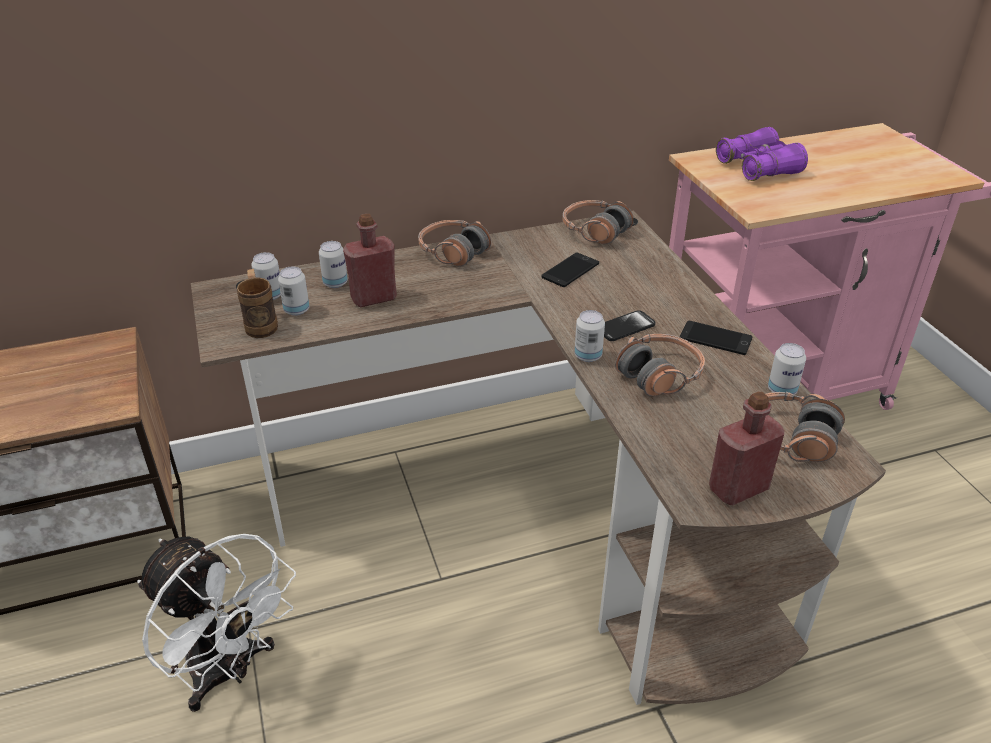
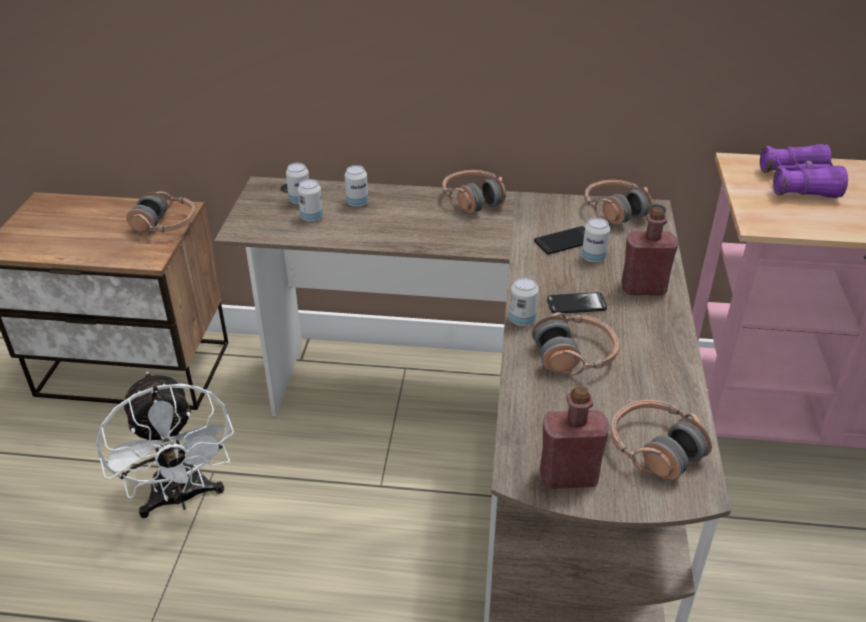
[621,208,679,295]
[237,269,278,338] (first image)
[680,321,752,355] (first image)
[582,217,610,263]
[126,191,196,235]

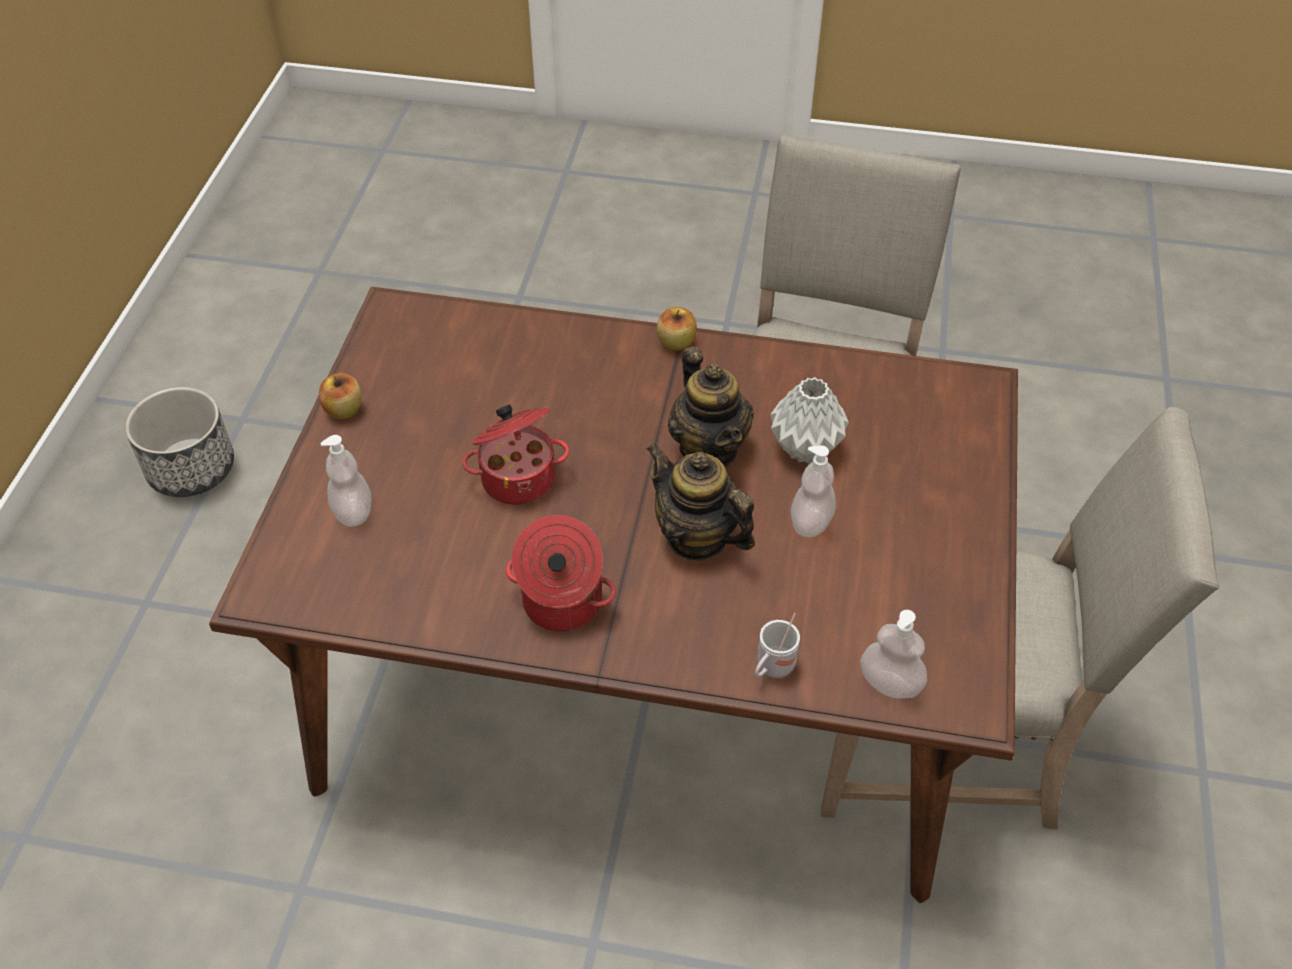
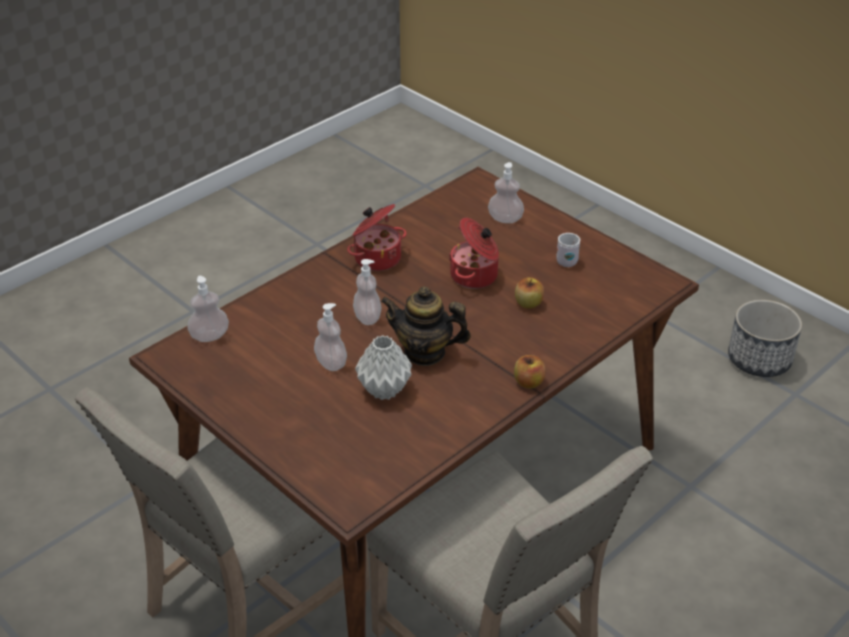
[515,277,544,309]
[353,259,382,325]
[556,233,580,267]

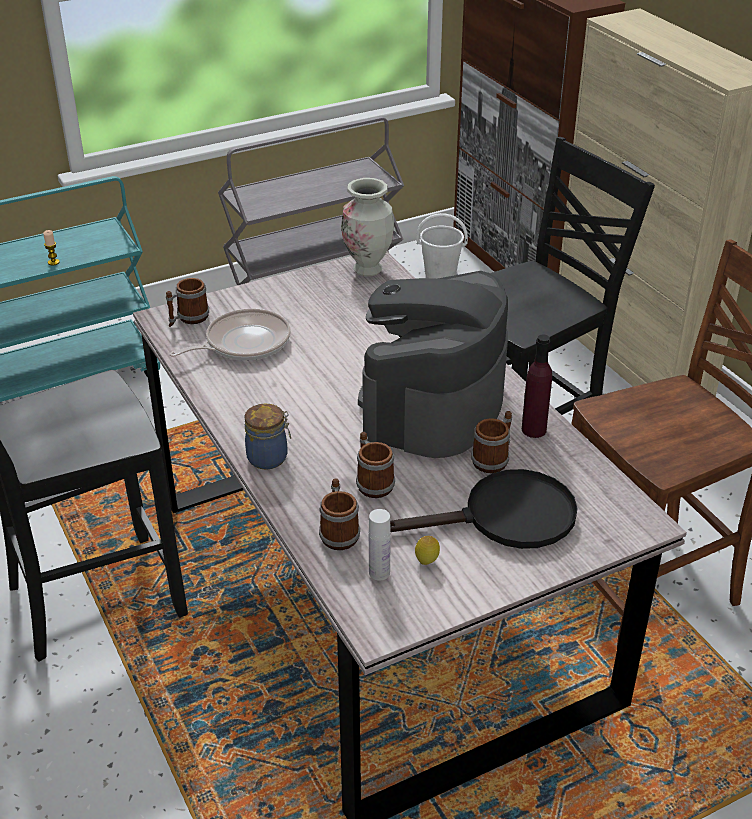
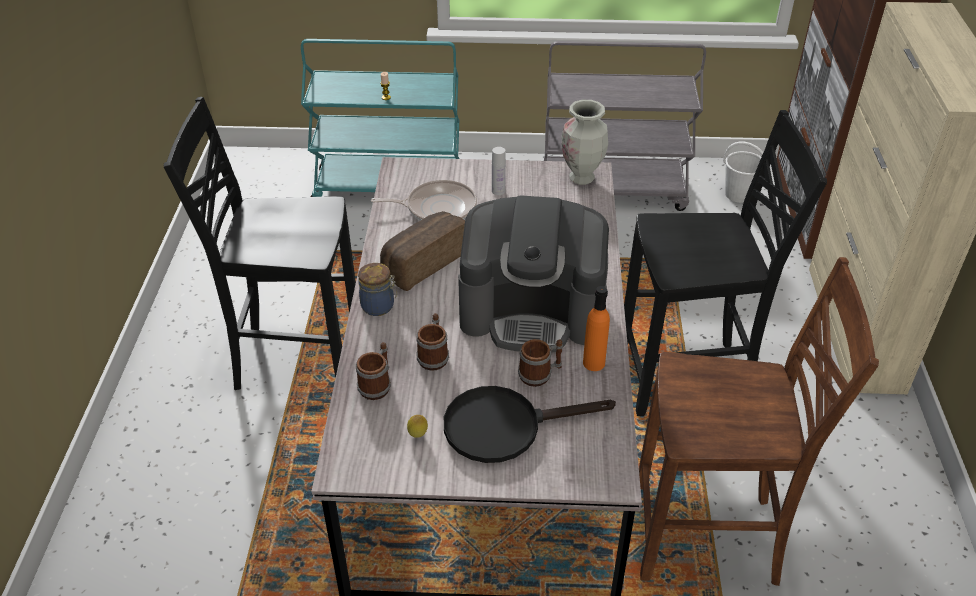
[458,195,609,353]
[166,278,209,327] (first image)
[583,286,610,371]
[444,386,616,463]
[492,147,506,195]
[380,211,465,291]

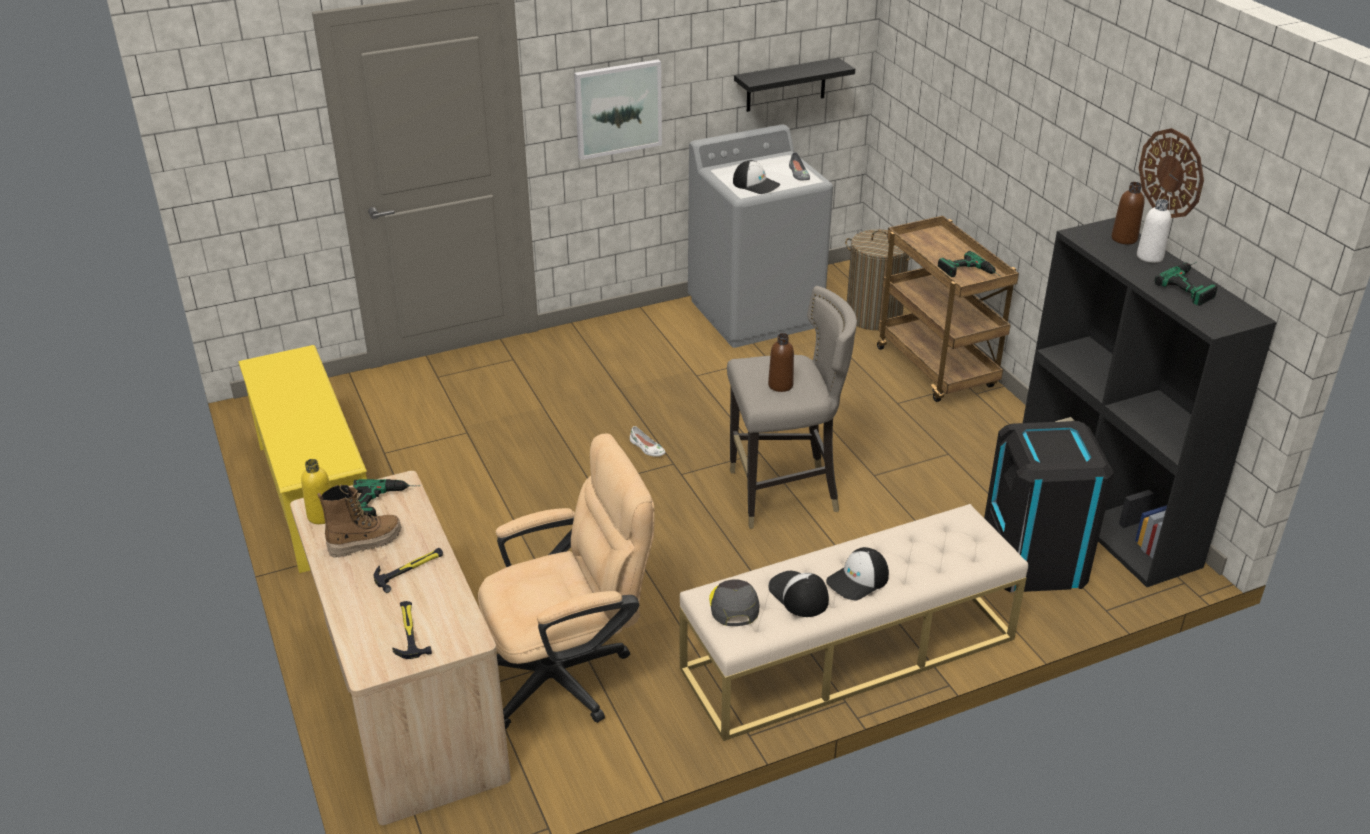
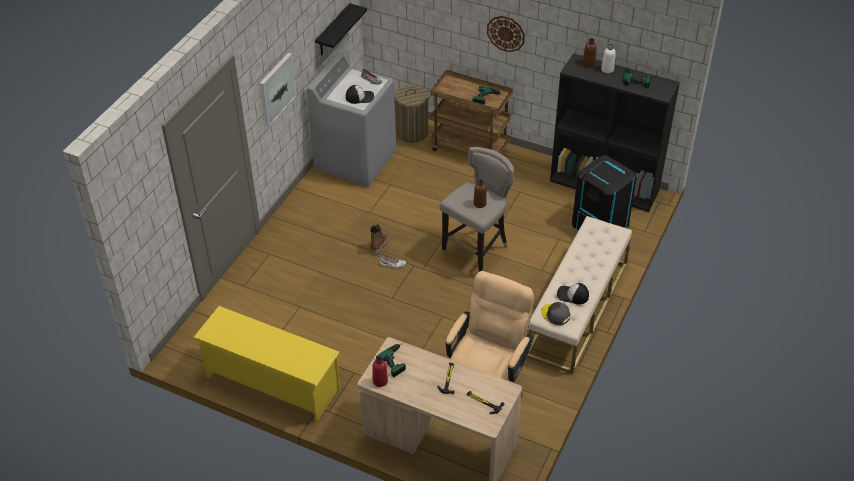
[487,16,525,52]
[372,356,388,387]
[370,225,389,256]
[826,547,889,601] (first image)

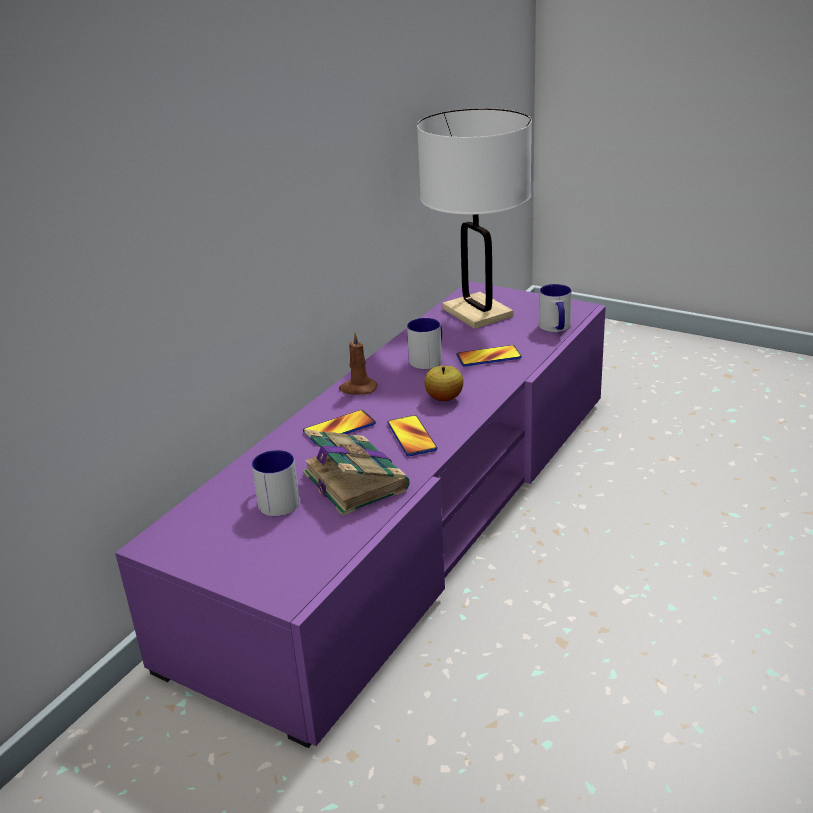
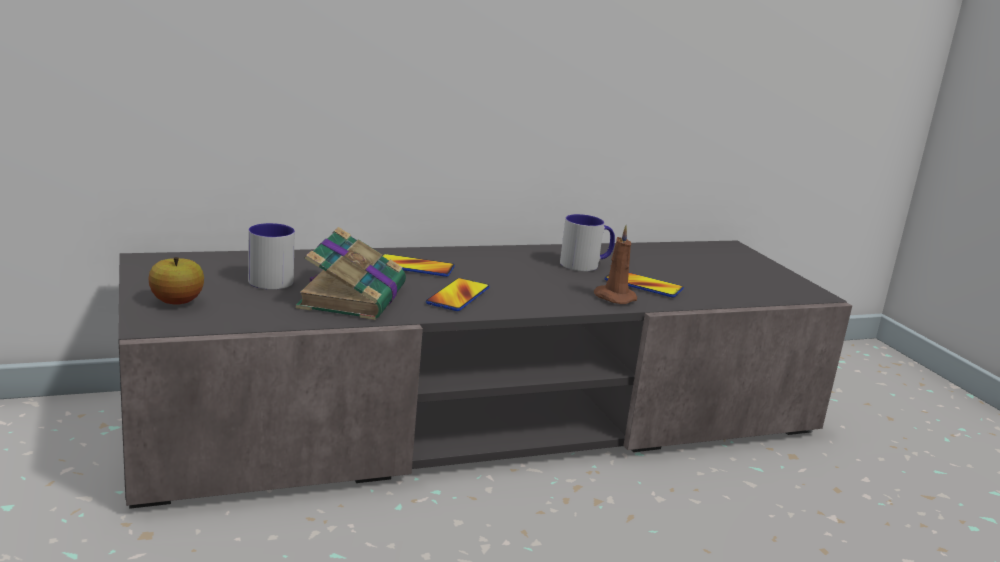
[417,108,532,329] (first image)
[118,241,852,509]
[539,284,572,332] (first image)
[594,225,637,304]
[148,257,204,305]

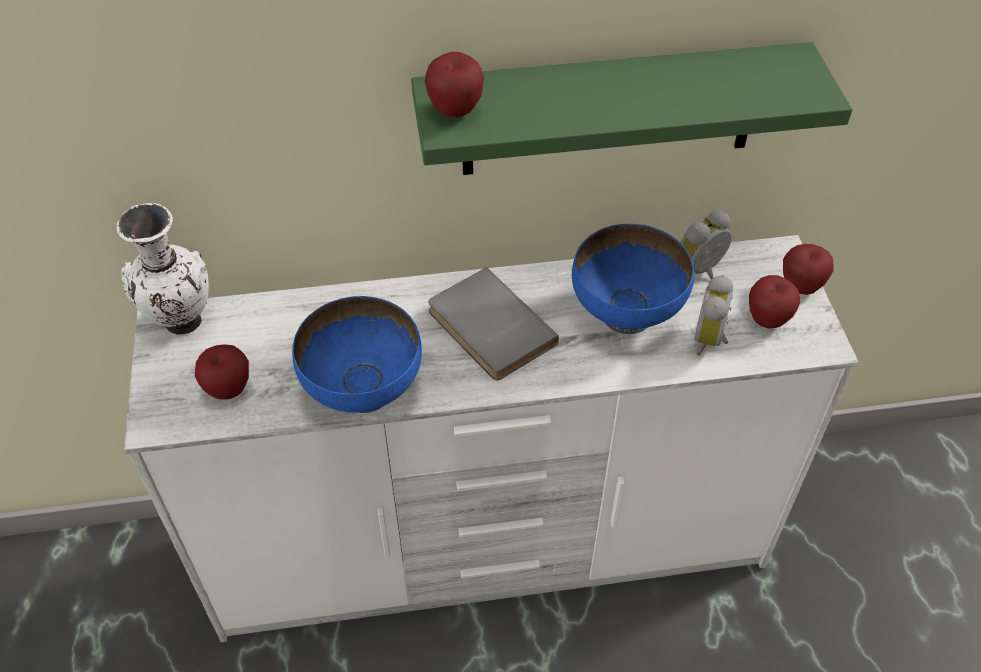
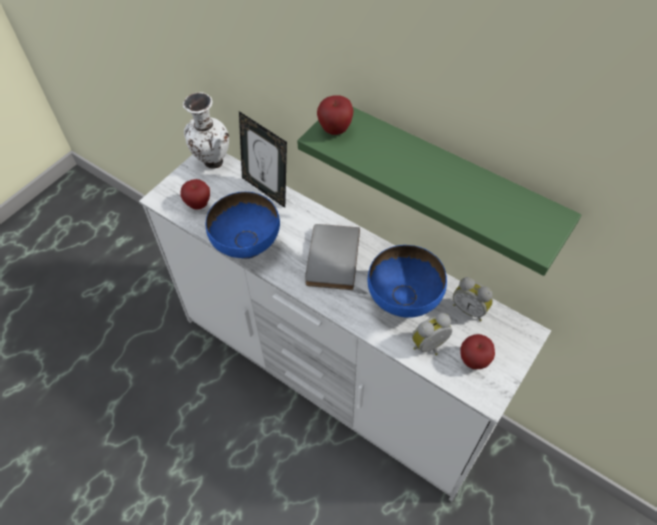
[453,277,493,321]
[783,244,834,295] (first image)
[239,111,287,208]

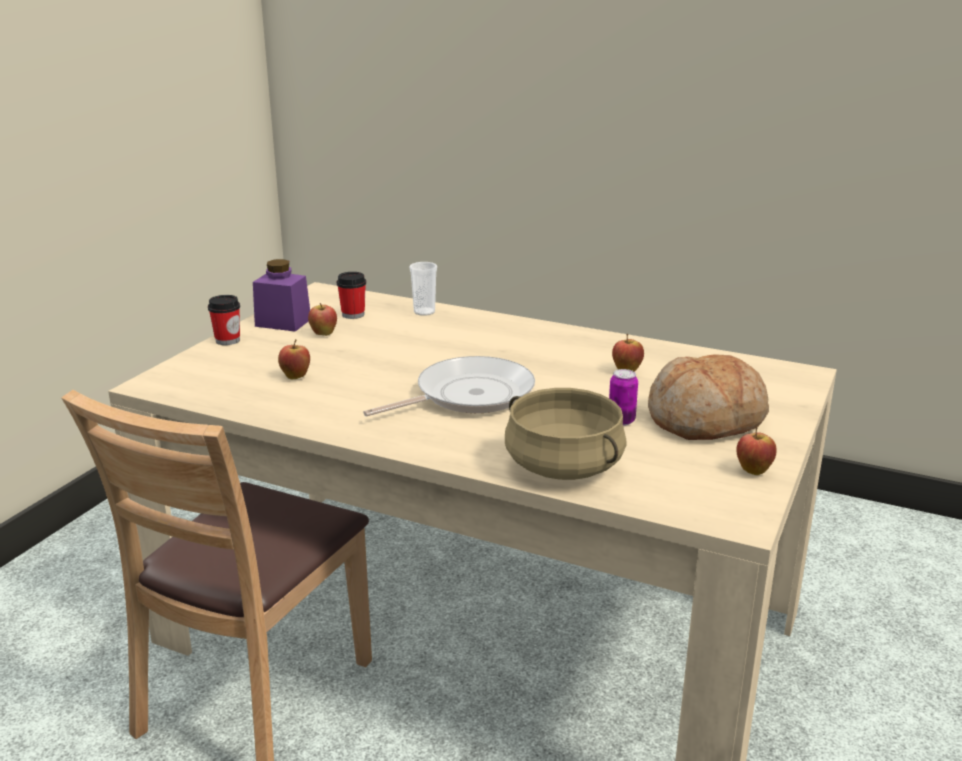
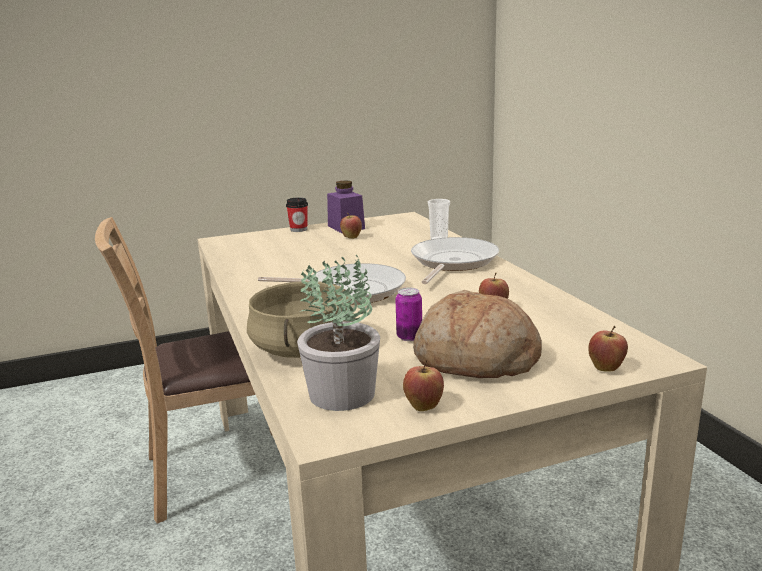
[337,272,366,319] (first image)
[588,326,628,371]
[411,237,499,284]
[297,255,380,411]

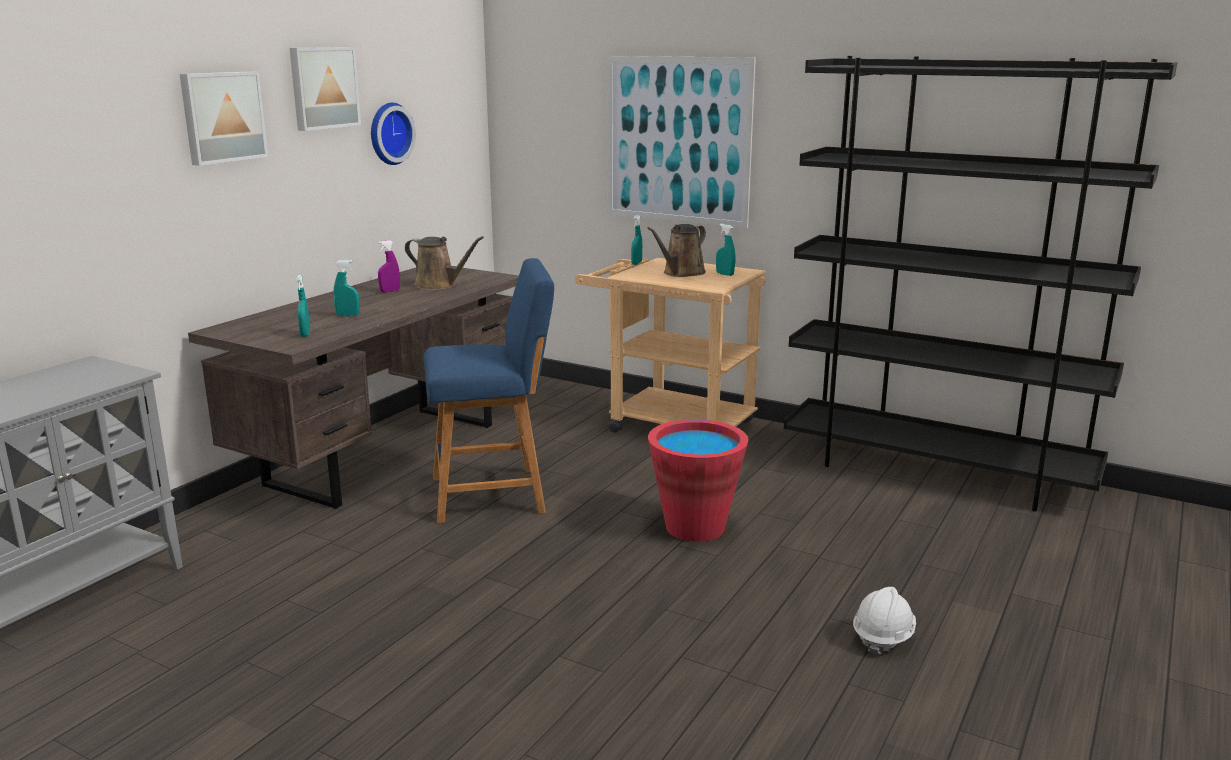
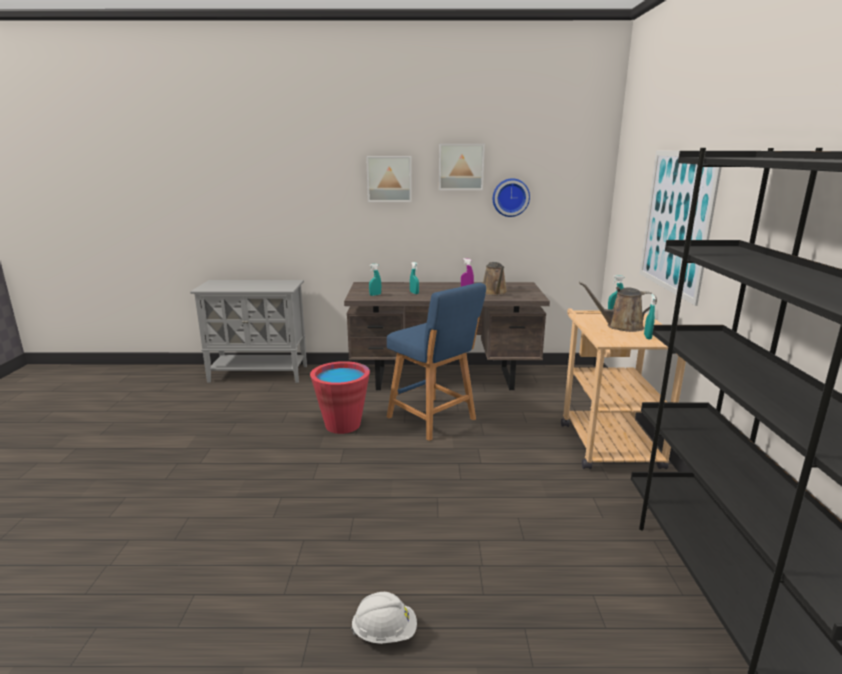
[310,361,370,434]

